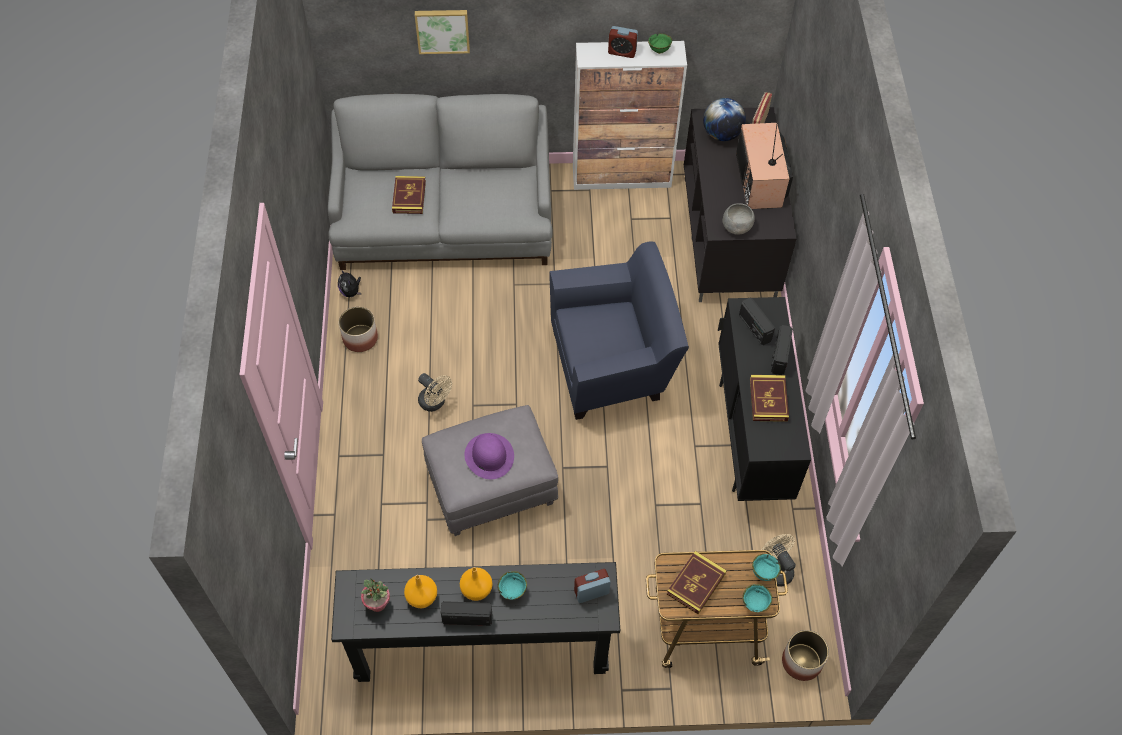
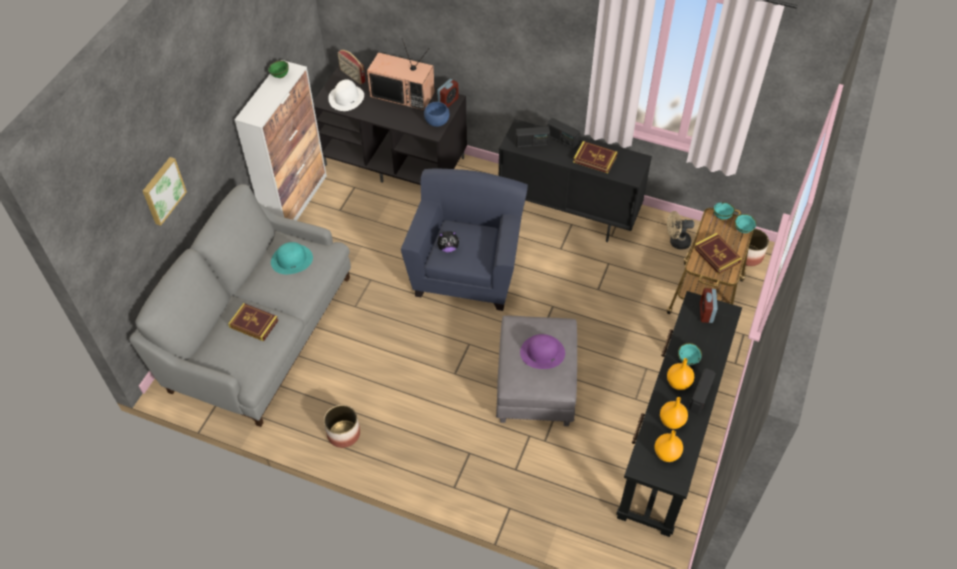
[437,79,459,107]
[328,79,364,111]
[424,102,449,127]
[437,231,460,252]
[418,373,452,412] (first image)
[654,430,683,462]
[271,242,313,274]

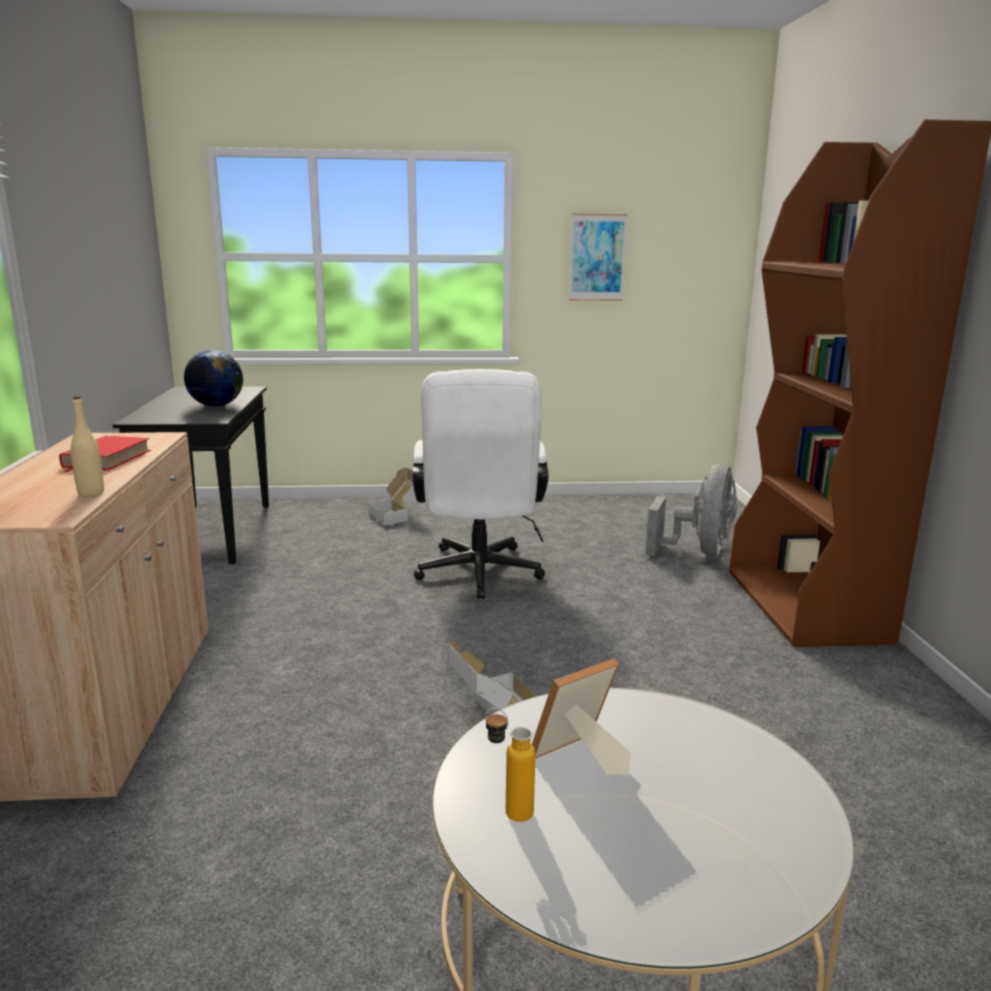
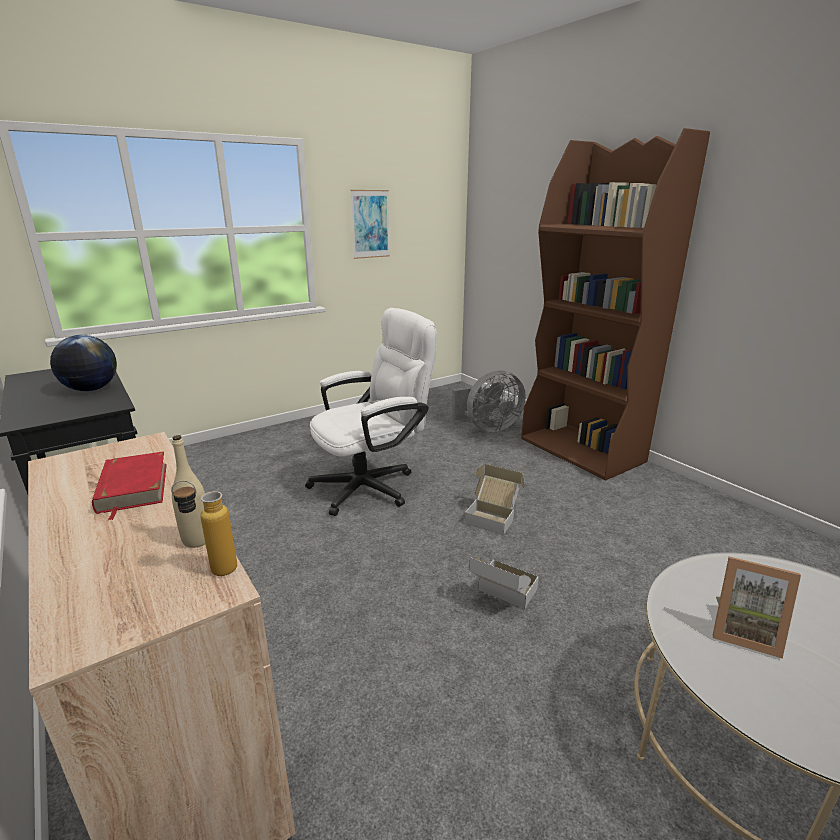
[305,308,437,516]
[452,370,526,432]
[465,464,524,535]
[712,557,801,659]
[171,480,237,576]

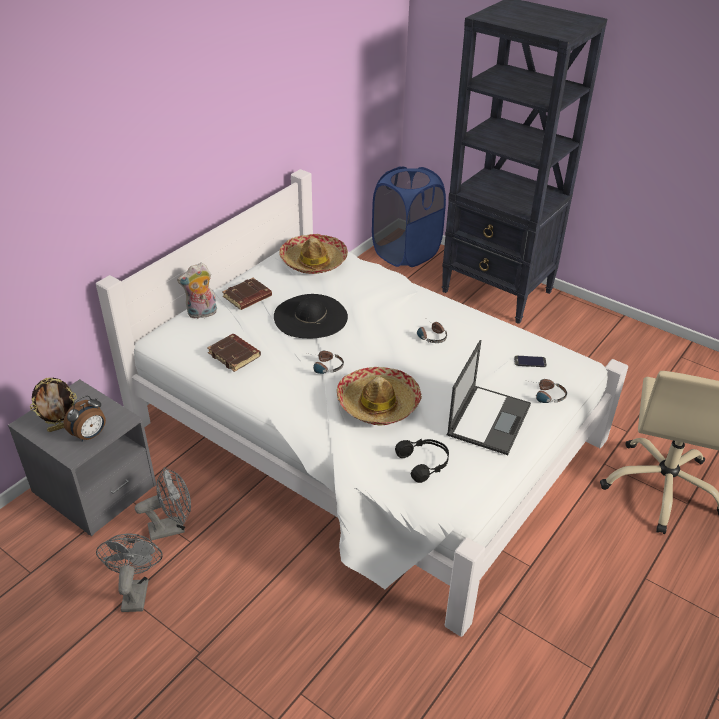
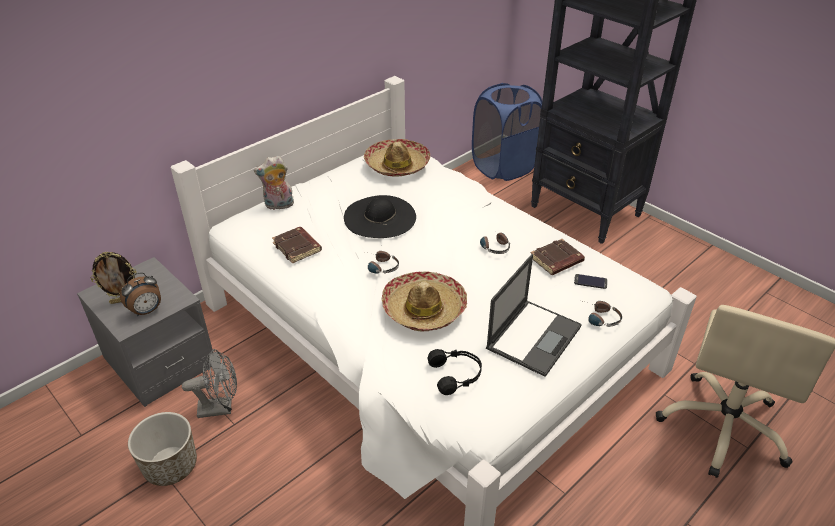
[531,239,585,275]
[128,412,197,486]

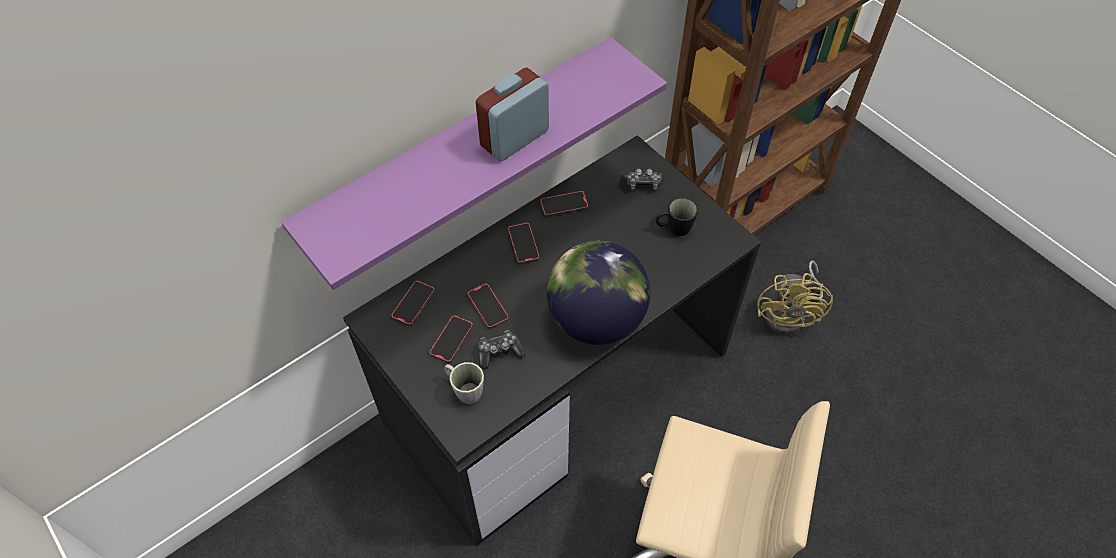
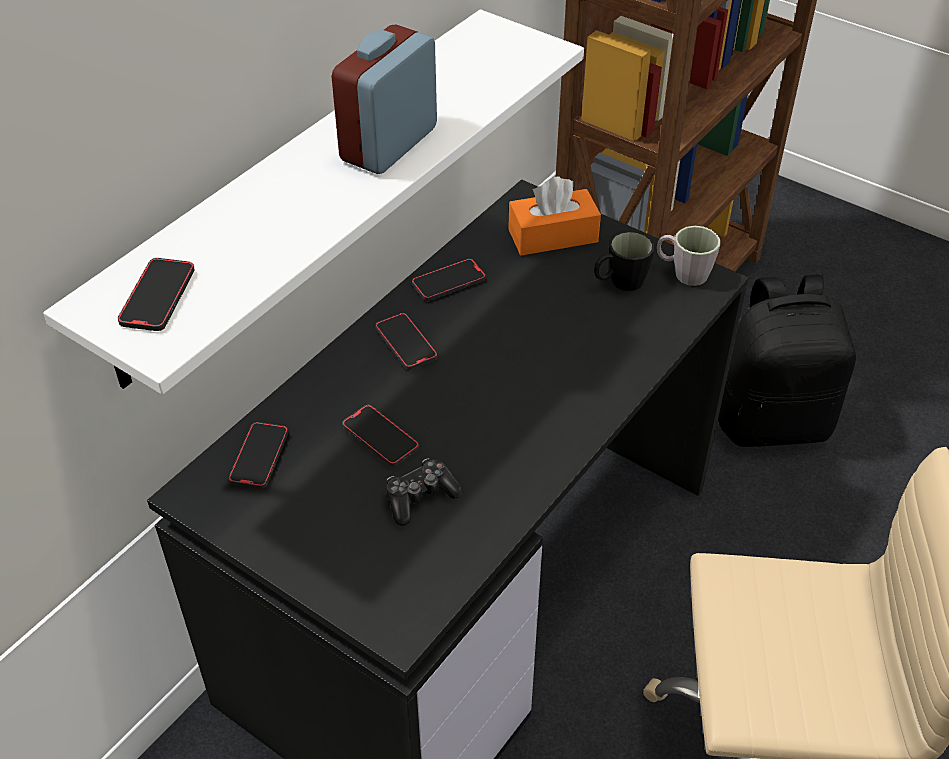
[43,9,584,395]
[508,176,601,256]
[546,241,650,345] (first image)
[718,275,856,447]
[118,258,195,331]
[657,226,721,286]

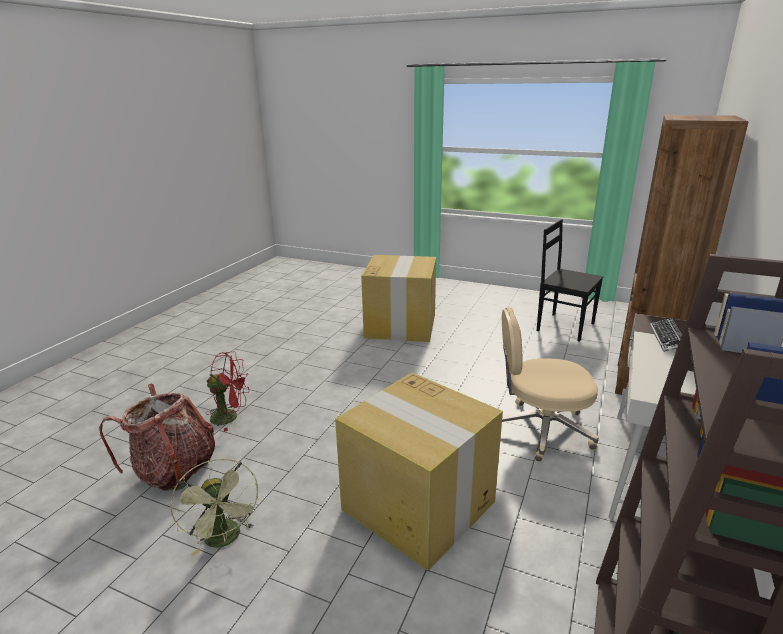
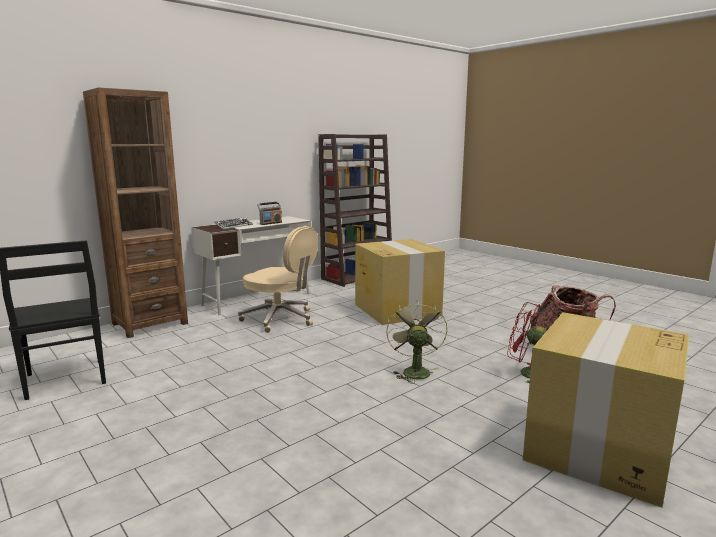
[523,312,689,507]
[386,300,447,384]
[257,202,282,225]

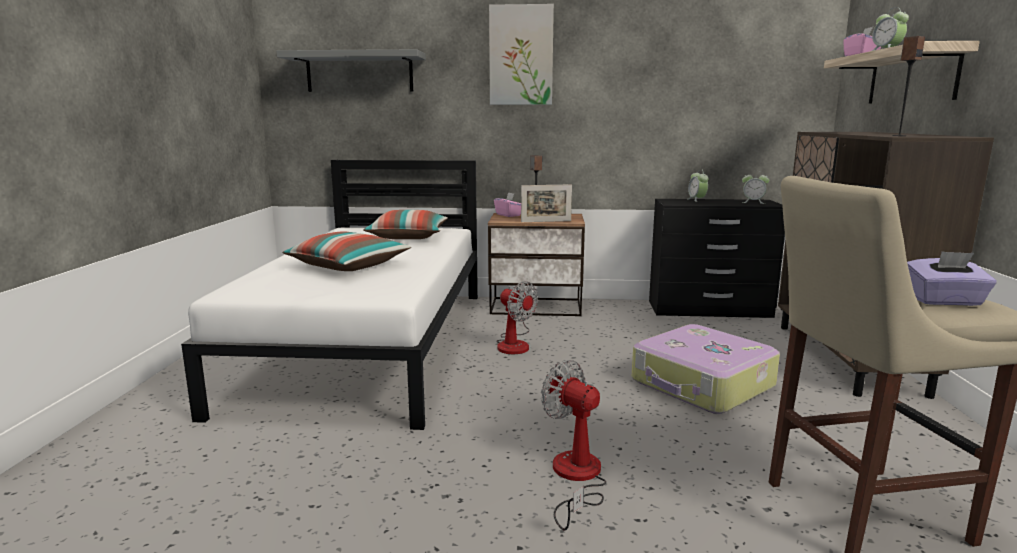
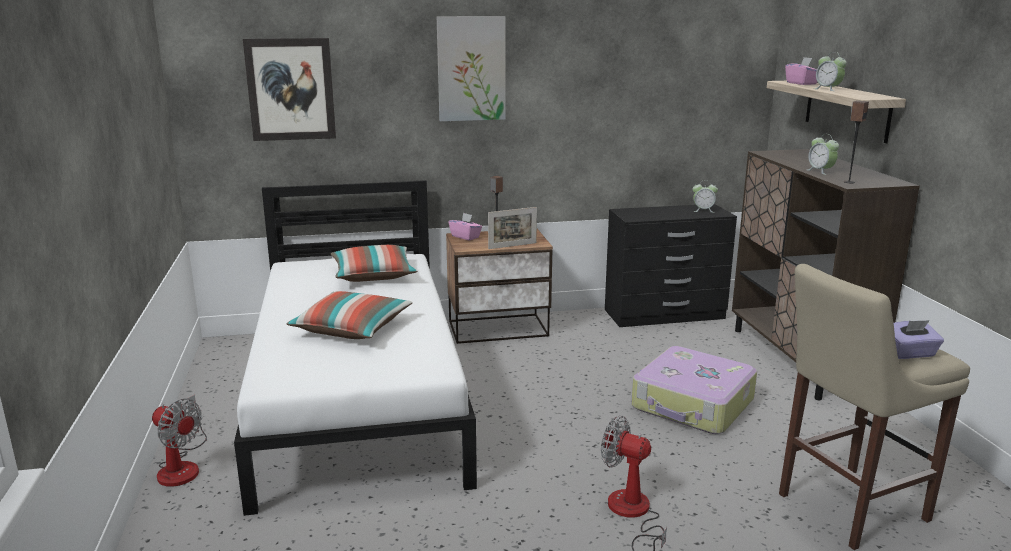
[243,38,336,141]
[808,134,839,175]
[152,395,207,487]

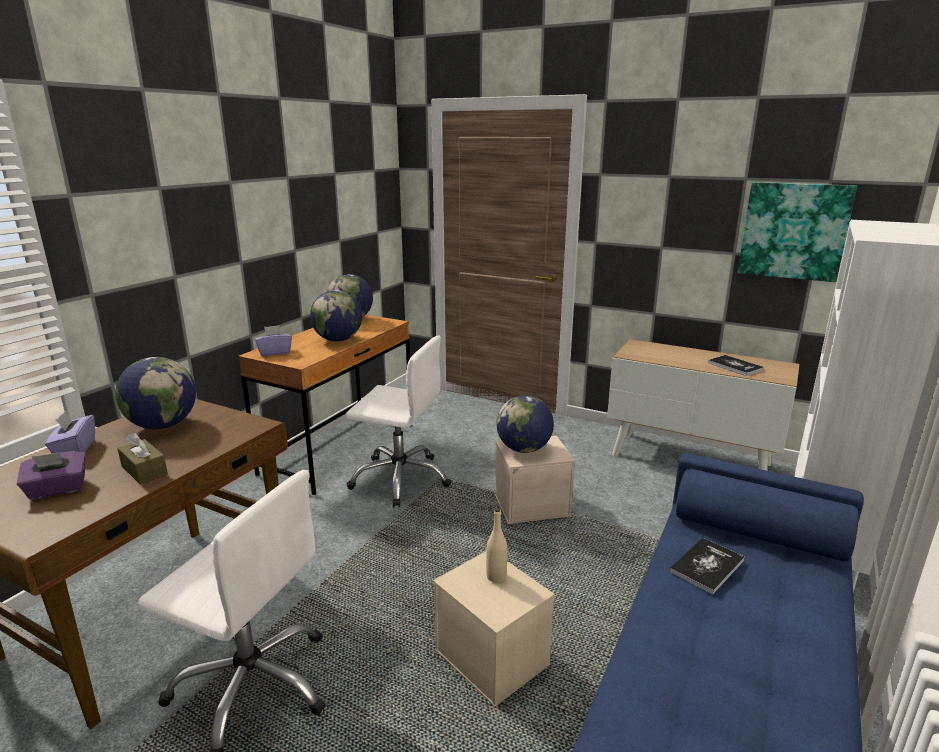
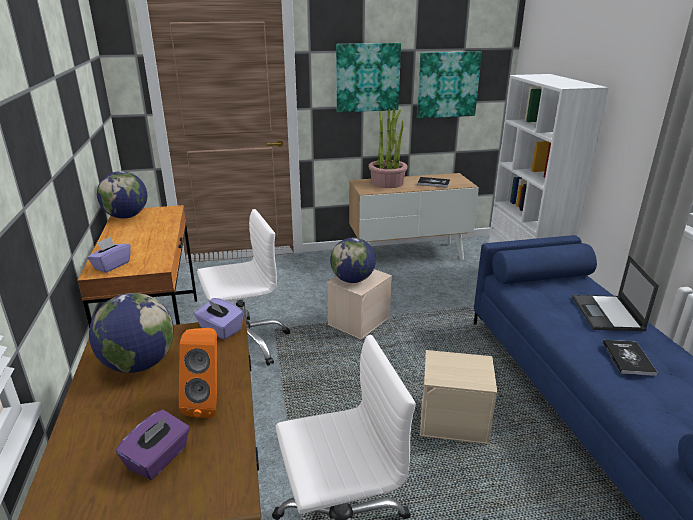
[310,290,362,342] (first image)
[194,298,244,340]
[179,328,217,418]
[486,508,508,583] (first image)
[603,340,658,376]
[336,43,401,113]
[369,108,408,188]
[572,255,659,331]

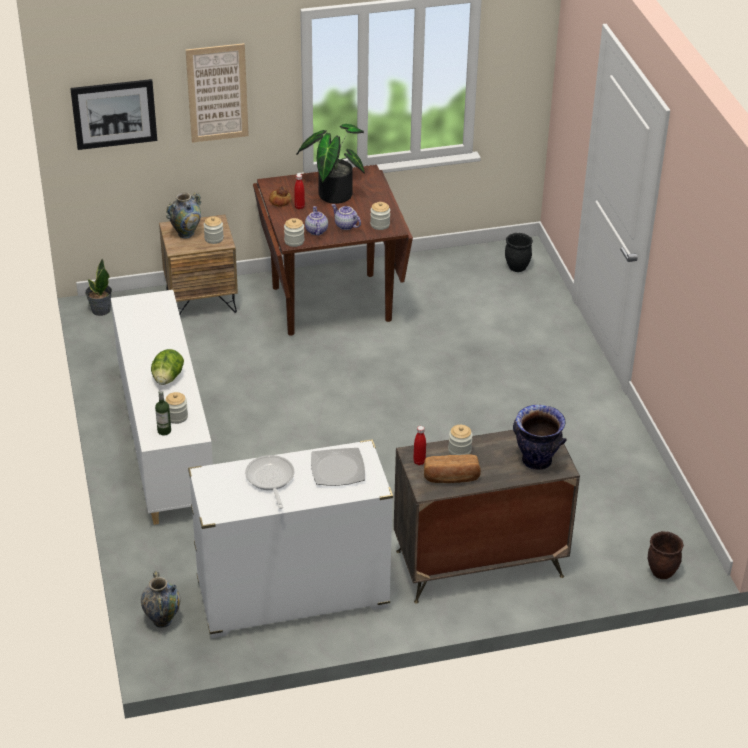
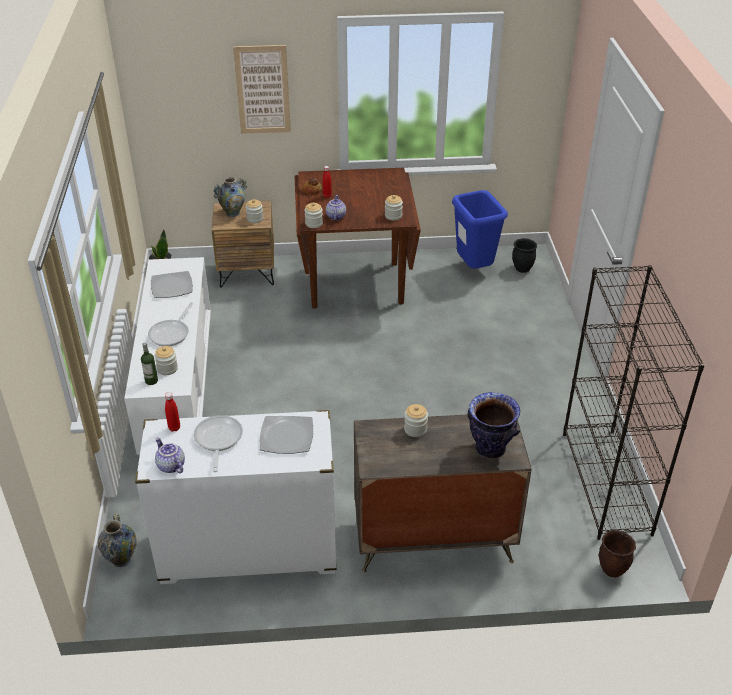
[70,79,157,150] (first image)
[296,124,365,204] (first image)
[155,437,185,473]
[148,302,194,347]
[165,392,180,432]
[424,454,481,483] (first image)
[452,190,508,269]
[563,265,705,540]
[151,271,193,298]

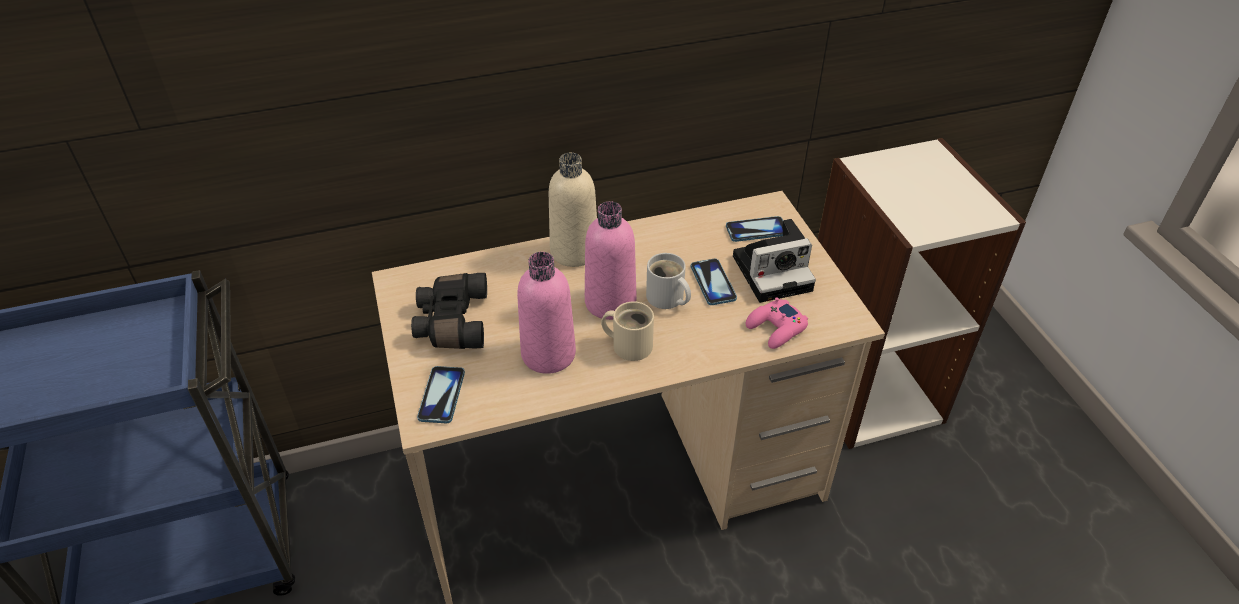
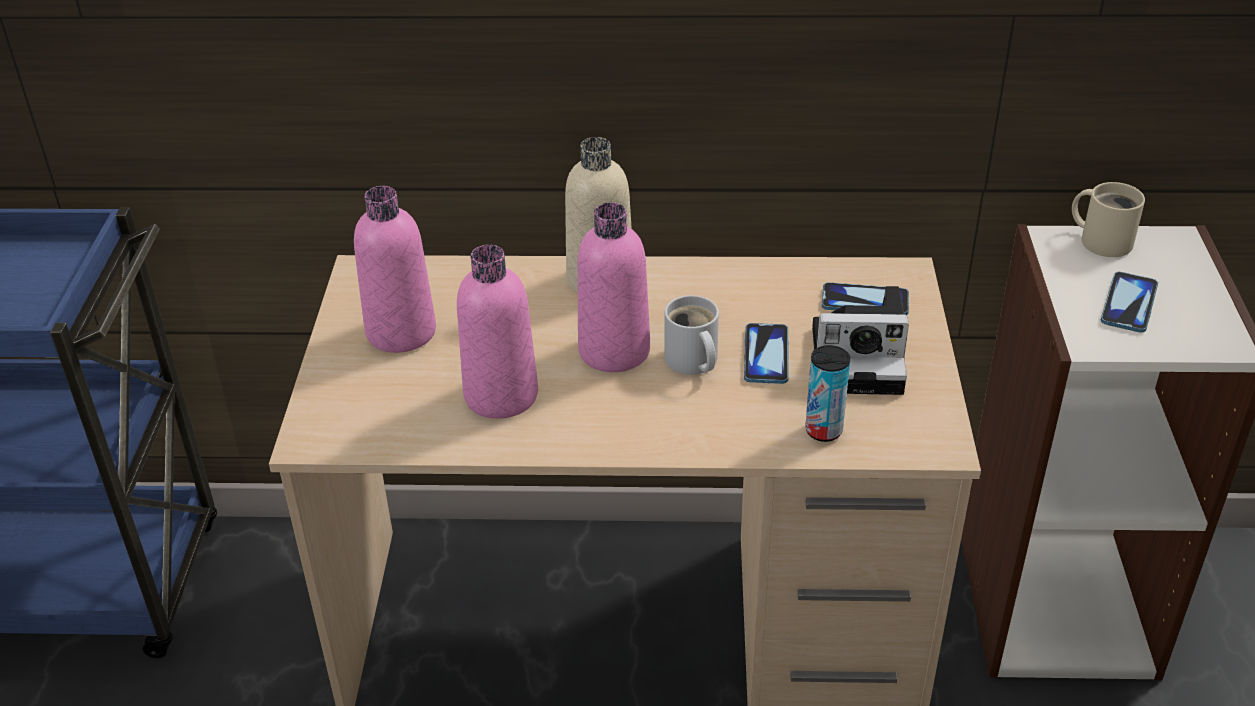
[354,186,436,353]
[805,345,850,442]
[1072,182,1145,257]
[1101,272,1158,333]

